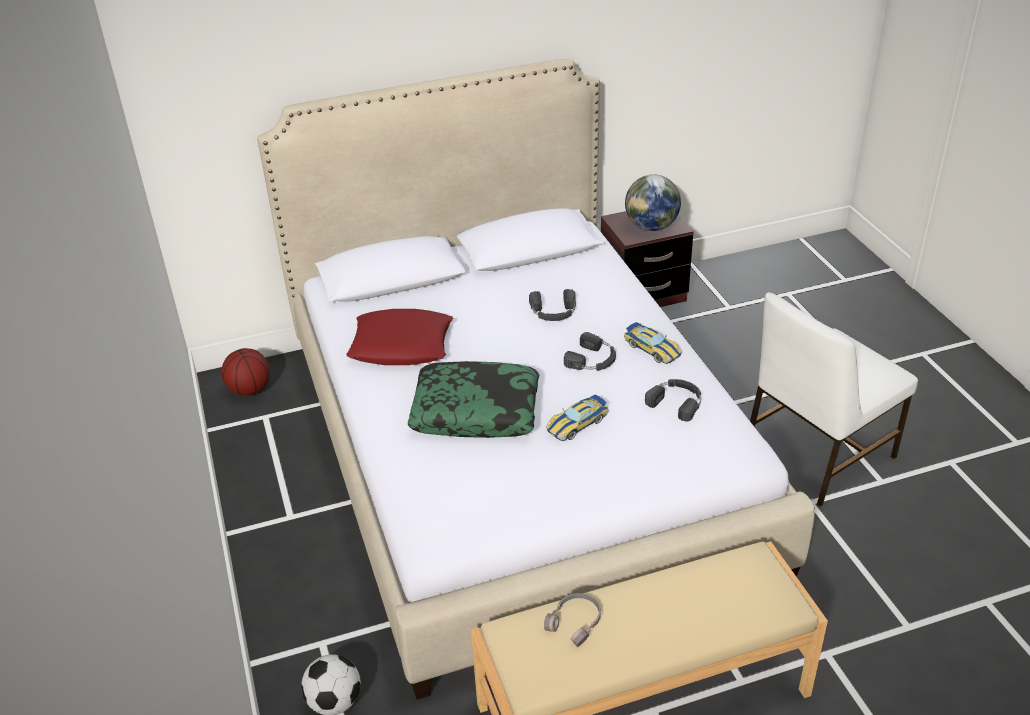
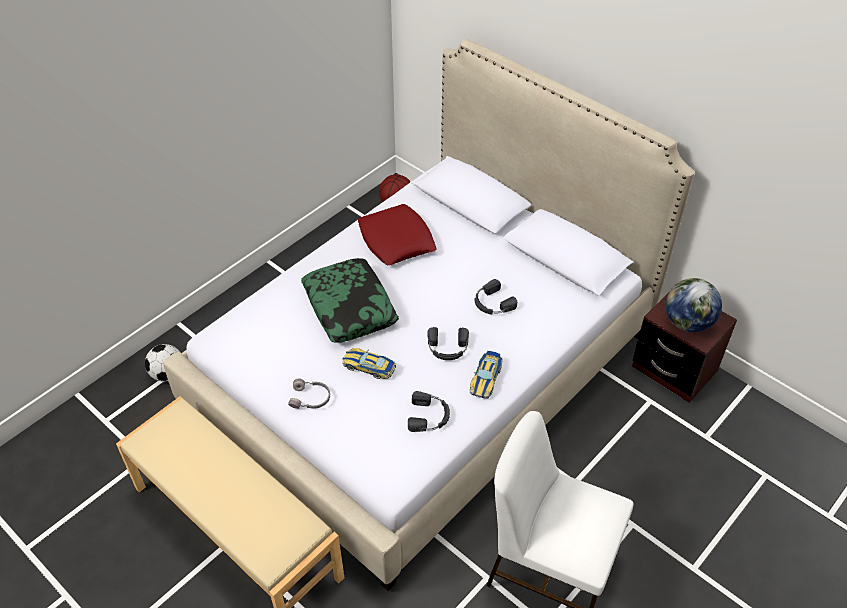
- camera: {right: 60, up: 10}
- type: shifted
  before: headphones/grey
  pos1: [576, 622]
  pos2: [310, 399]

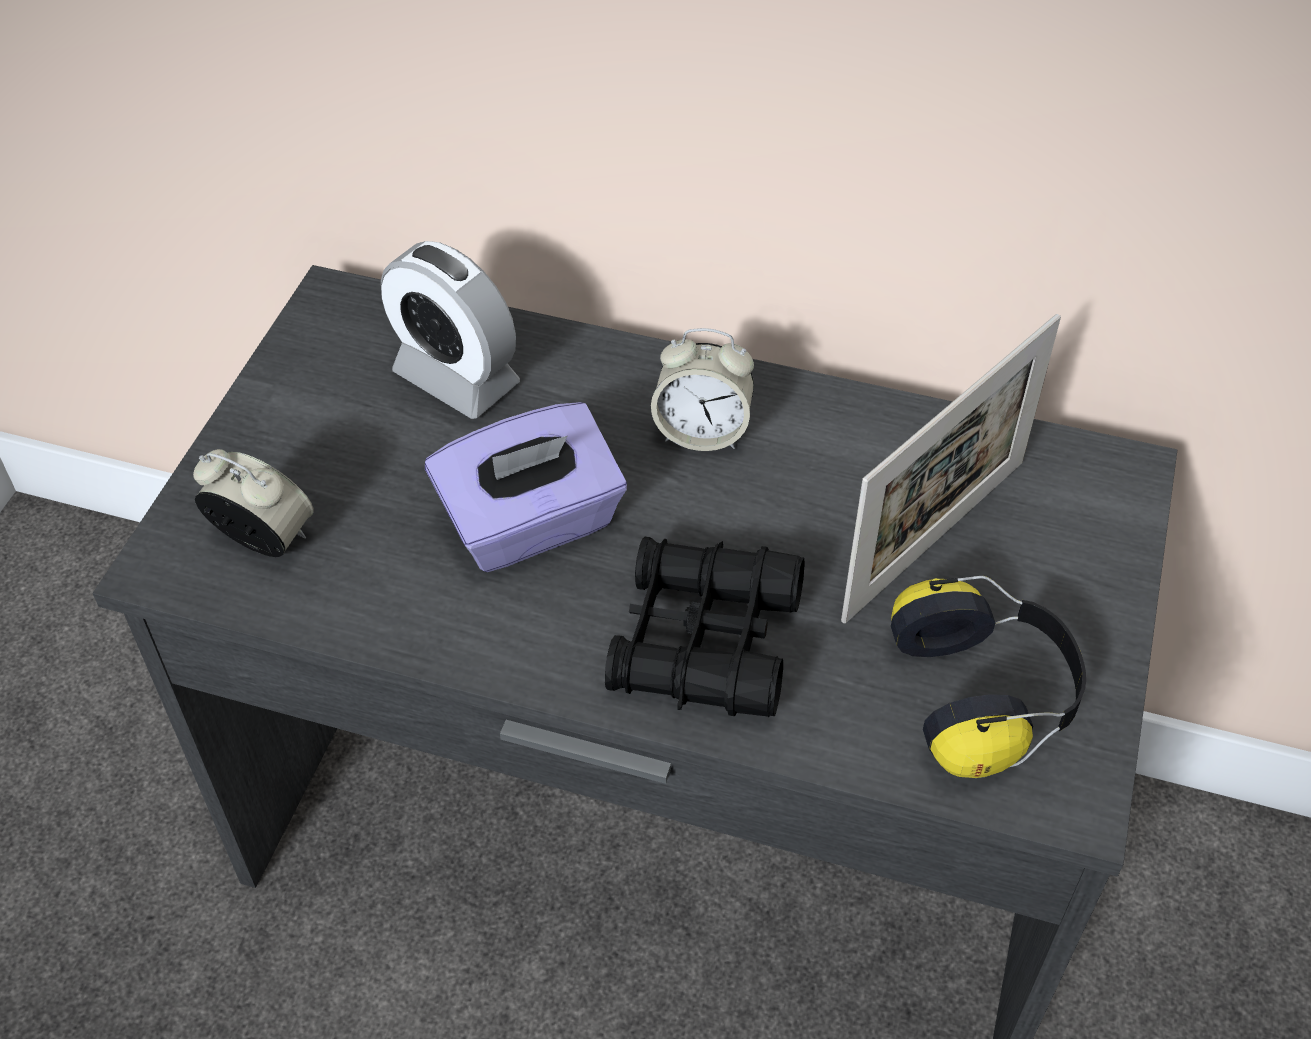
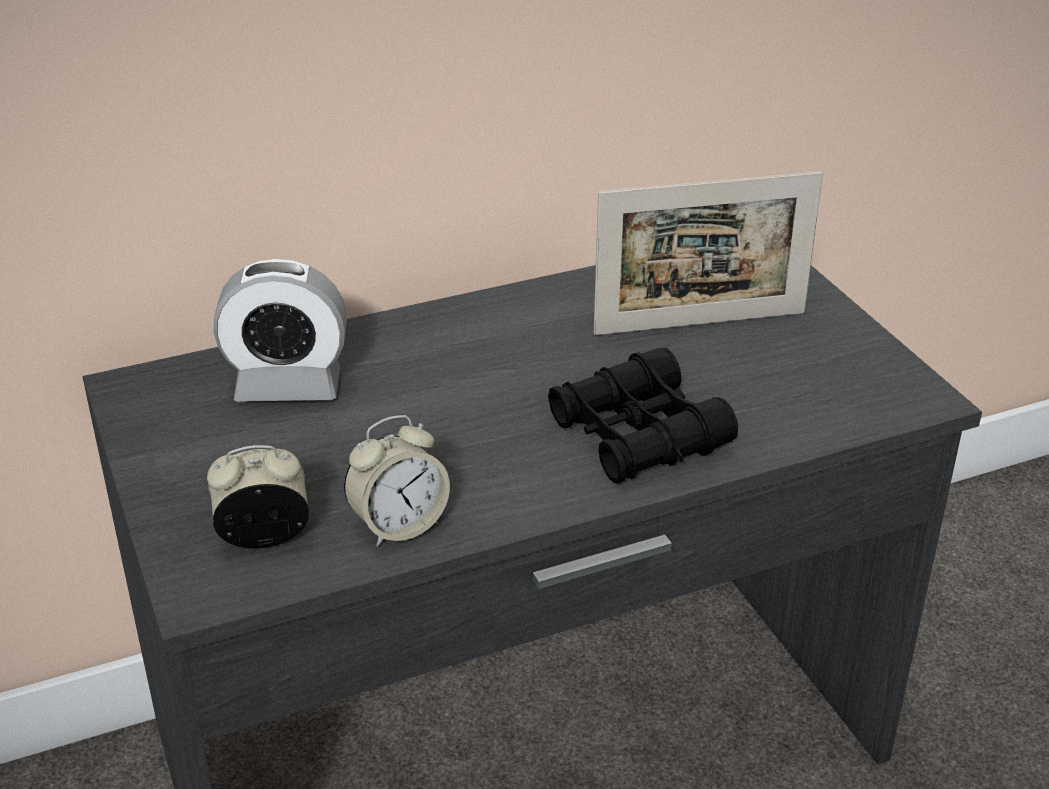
- camera: {right: -40, up: -15}
- type: gone
  before: tissue box/purple
  pos1: [531, 525]
- type: shifted
  before: alarm clock
  pos1: [702, 432]
  pos2: [399, 525]
- type: rotated
  before: picture frame
  pos1: [935, 539]
  pos2: [700, 323]
  turn: 75
- type: gone
  before: headphones
  pos1: [986, 696]

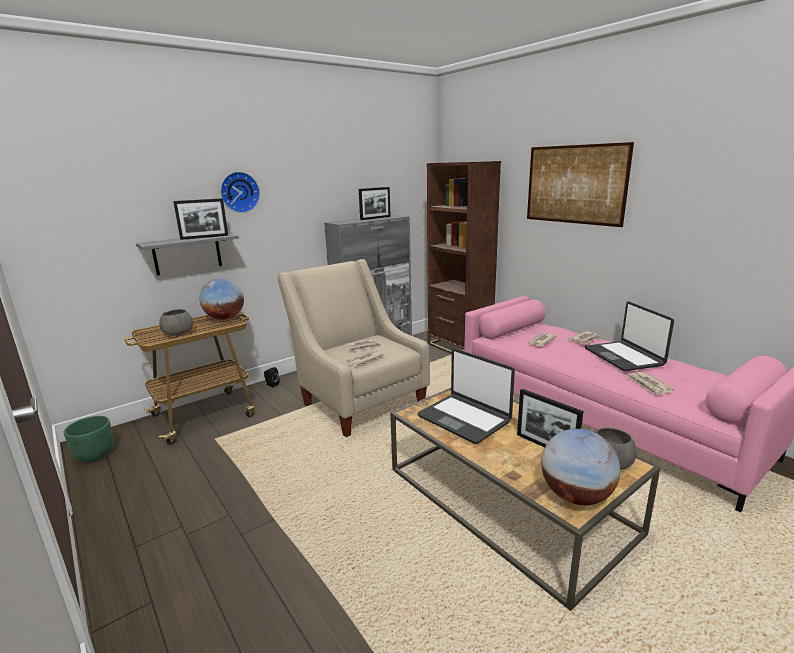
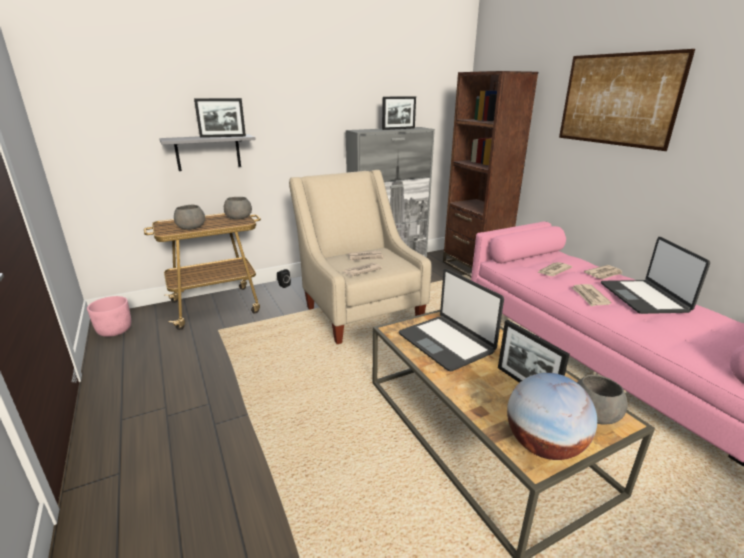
- camera: {right: 10, up: 5}
- type: repainted
  before: planter/green
  after: planter/pink
  pos1: [95, 455]
  pos2: [114, 330]
- type: swapped
  before: globe
  after: bowl/grey
  pos1: [225, 318]
  pos2: [238, 217]
- type: gone
  before: wall clock
  pos1: [239, 192]
- type: shifted
  before: newspaper
  pos1: [648, 385]
  pos2: [589, 297]

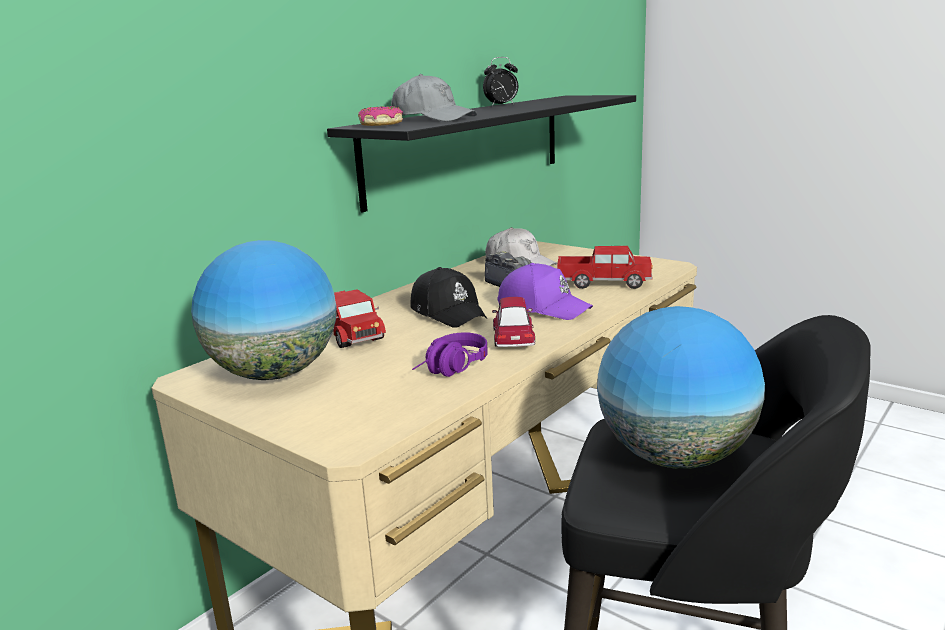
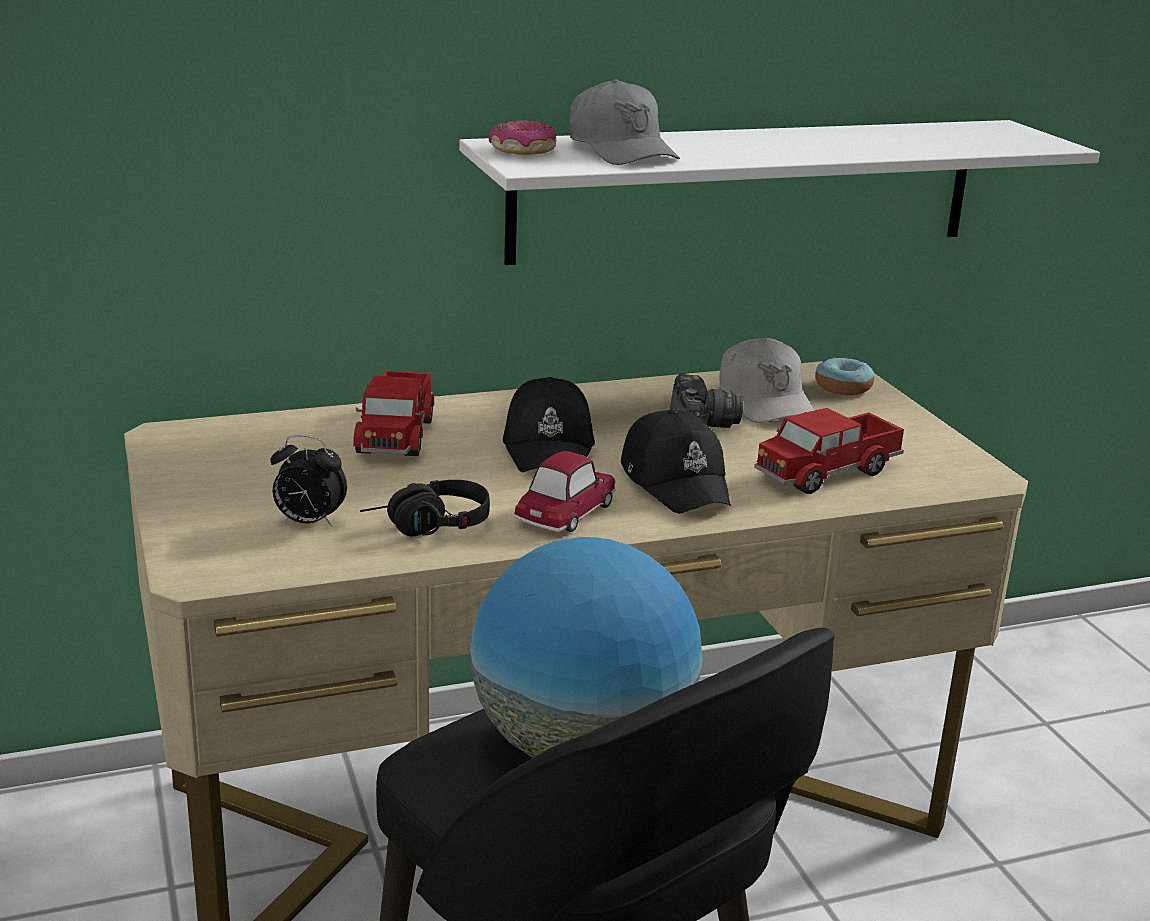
- camera: {right: 30, up: 5}
- type: gone
  before: globe
  pos1: [274, 374]
- type: repainted
  before: shelf/black
  after: shelf/white
  pos1: [468, 147]
  pos2: [746, 189]
- type: repainted
  before: headphones/purple
  after: headphones/black
  pos1: [451, 369]
  pos2: [427, 527]
- type: shifted
  before: alarm clock
  pos1: [501, 105]
  pos2: [308, 522]
- type: repainted
  before: cap/purple
  after: cap/black
  pos1: [543, 307]
  pos2: [676, 481]
- type: rotated
  before: toy truck
  pos1: [603, 283]
  pos2: [827, 472]
  turn: 105
- type: new
  after: donut
  pos2: [843, 387]

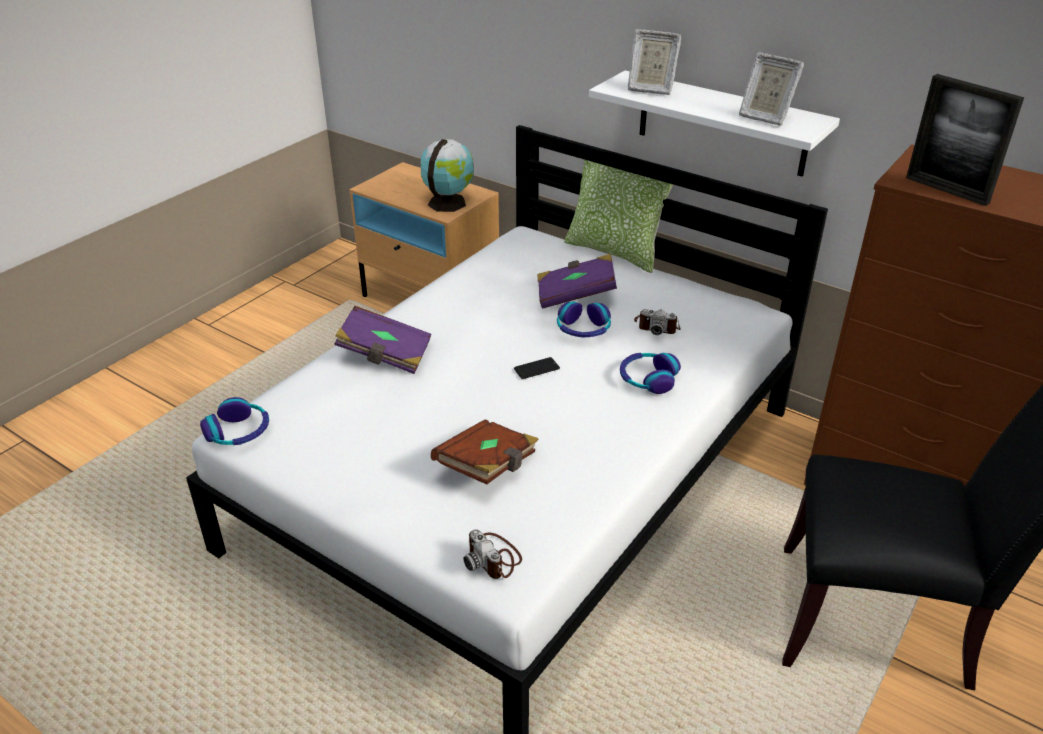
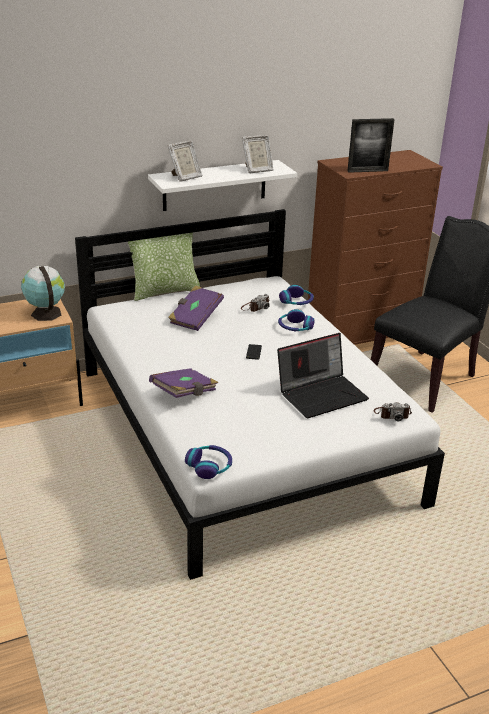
- camera: {right: -60, up: -5}
- type: swapped
  before: book/brown
  after: laptop
  pos1: [488, 466]
  pos2: [322, 394]
- type: shifted
  before: headphones
  pos1: [583, 329]
  pos2: [296, 302]

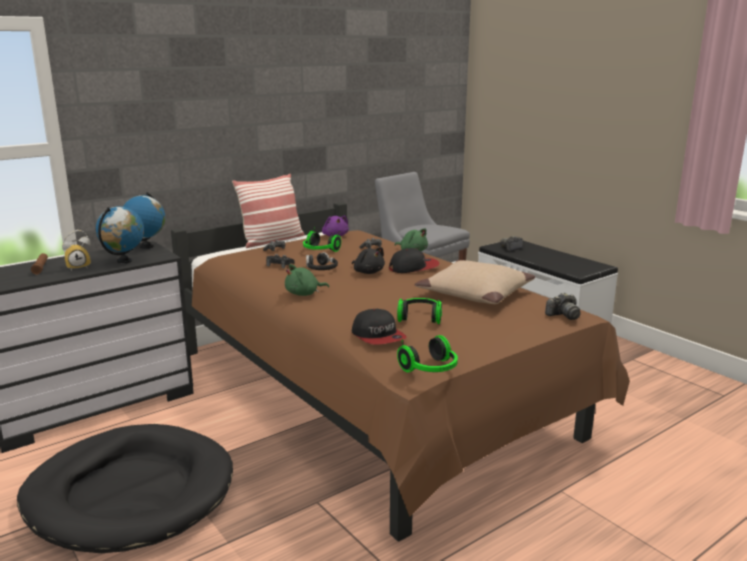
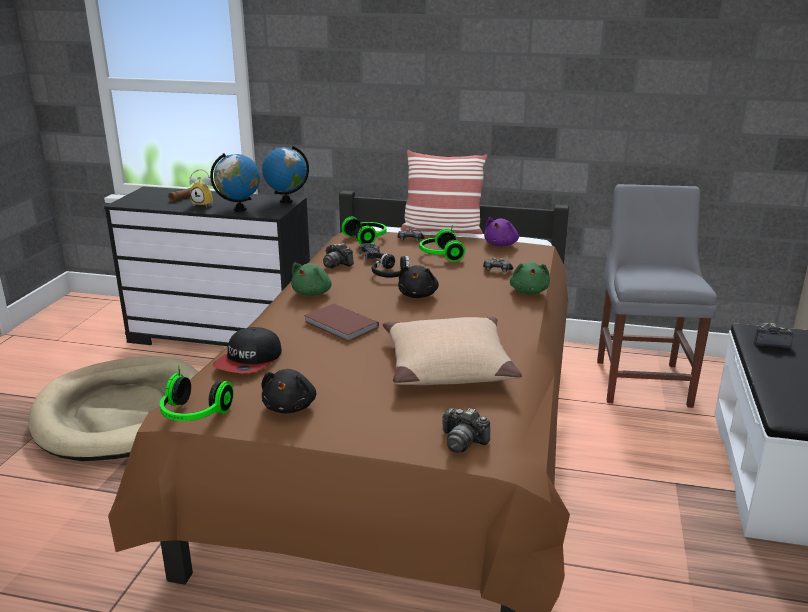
- camera: {right: 50, up: 5}
- type: repainted
  before: dog bed/black
  after: dog bed/beige
  pos1: [130, 493]
  pos2: [123, 414]
- type: rotated
  before: plush toy/green
  pos1: [304, 294]
  pos2: [313, 293]
  turn: -90
- type: gone
  before: cap
  pos1: [414, 267]
- type: shifted
  before: headphones
  pos1: [420, 318]
  pos2: [367, 239]
- type: new
  after: plush toy/black
  pos2: [290, 406]
- type: new
  after: book/brown
  pos2: [340, 325]
- type: new
  after: photo camera
  pos2: [336, 264]

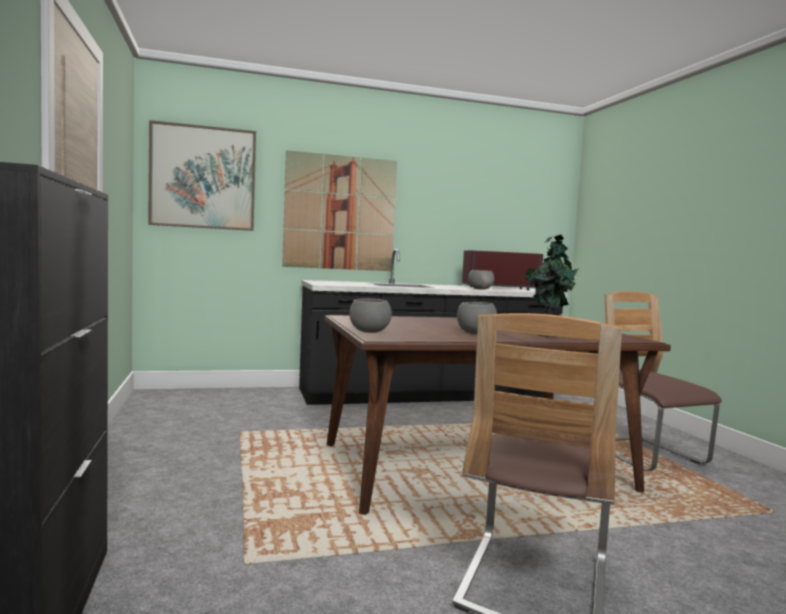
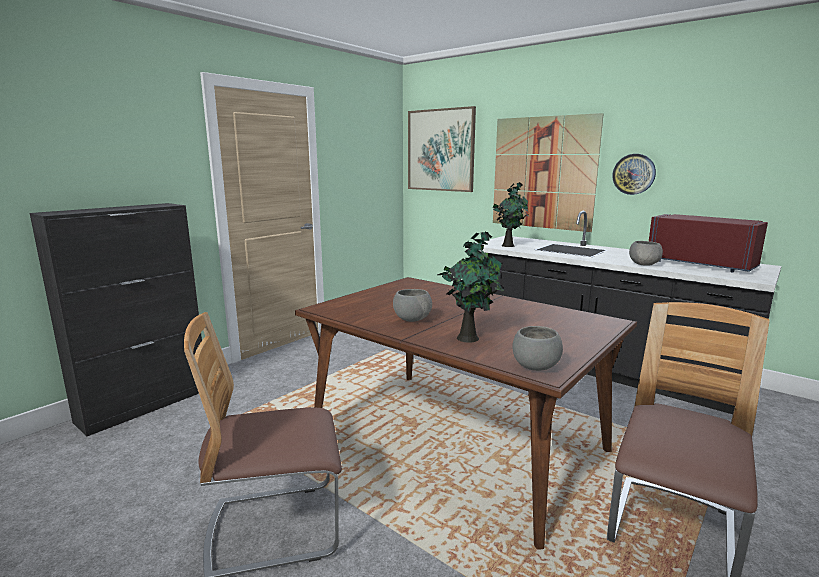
- camera: {right: 55, up: 10}
- type: shifted
  before: bowl/grey
  pos1: [369, 332]
  pos2: [534, 367]
- type: new
  after: potted plant
  pos2: [509, 245]
- type: new
  after: wall clock
  pos2: [634, 174]

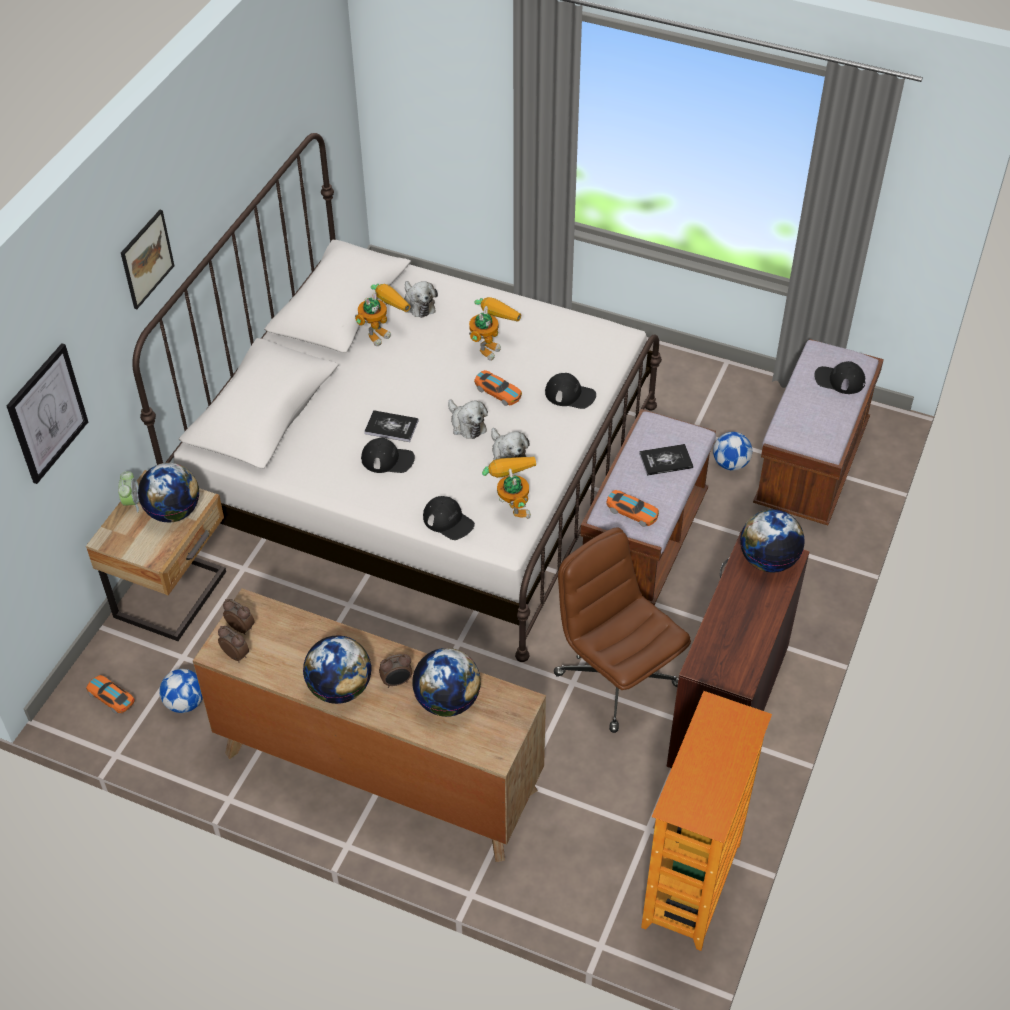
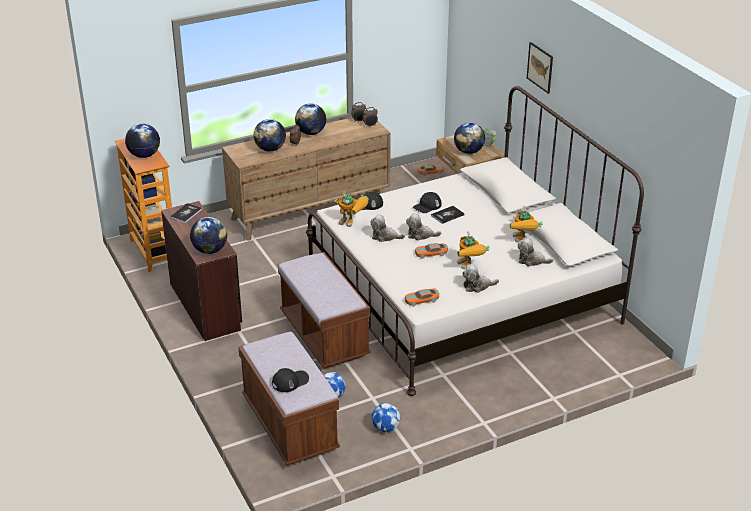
- camera: {right: 130, up: -15}
- type: gone
  before: picture
  pos1: [47, 413]
- type: shifted
  before: football
  pos1: [185, 703]
  pos2: [385, 428]
- type: gone
  before: cap/black
  pos1: [570, 395]
- type: gone
  before: office chair/brown
  pos1: [616, 678]
- type: shifted
  before: toy car
  pos1: [632, 512]
  pos2: [421, 300]
- type: shifted
  before: book
  pos1: [666, 461]
  pos2: [186, 214]
- type: new
  after: globe
  pos2: [144, 155]
- type: new
  after: plush toy
  pos2: [477, 286]

